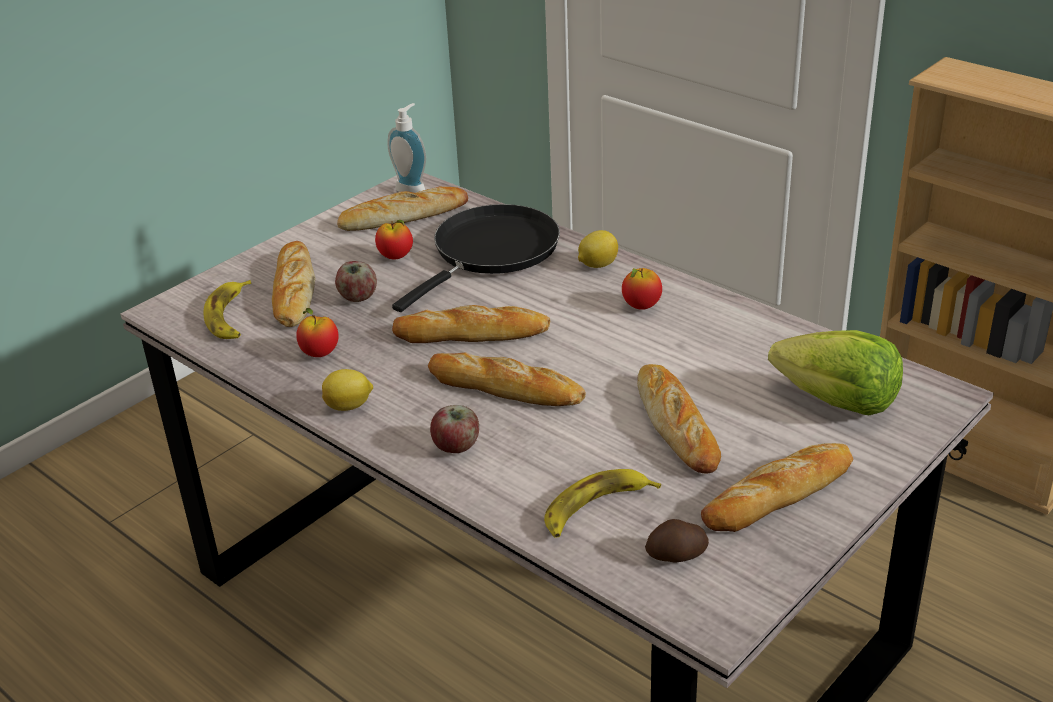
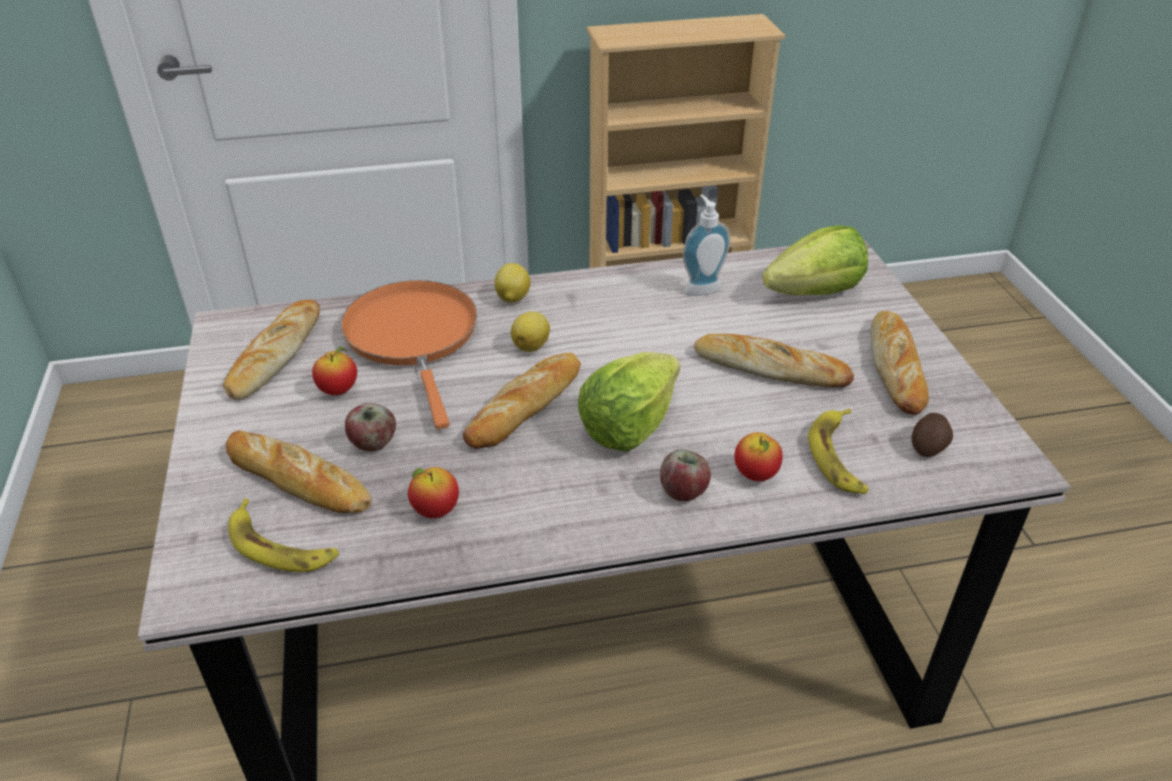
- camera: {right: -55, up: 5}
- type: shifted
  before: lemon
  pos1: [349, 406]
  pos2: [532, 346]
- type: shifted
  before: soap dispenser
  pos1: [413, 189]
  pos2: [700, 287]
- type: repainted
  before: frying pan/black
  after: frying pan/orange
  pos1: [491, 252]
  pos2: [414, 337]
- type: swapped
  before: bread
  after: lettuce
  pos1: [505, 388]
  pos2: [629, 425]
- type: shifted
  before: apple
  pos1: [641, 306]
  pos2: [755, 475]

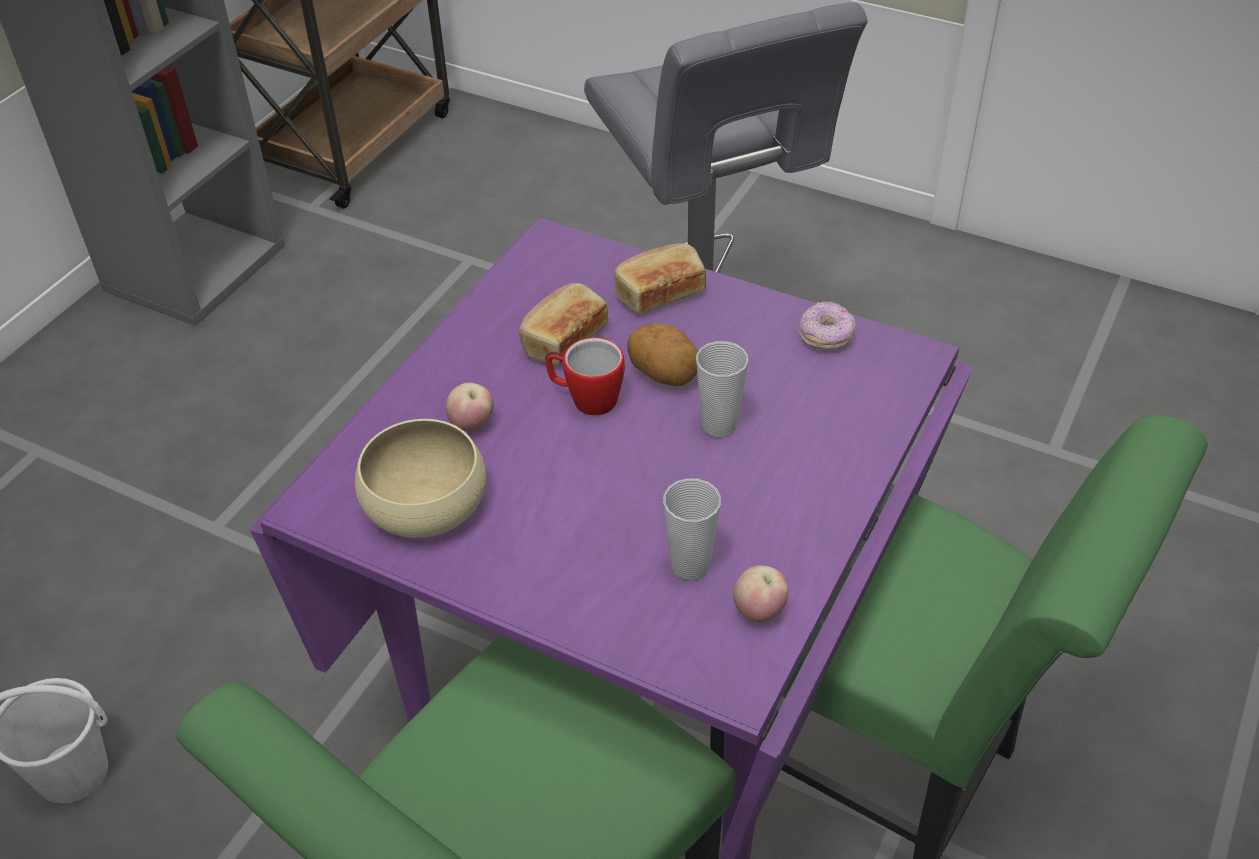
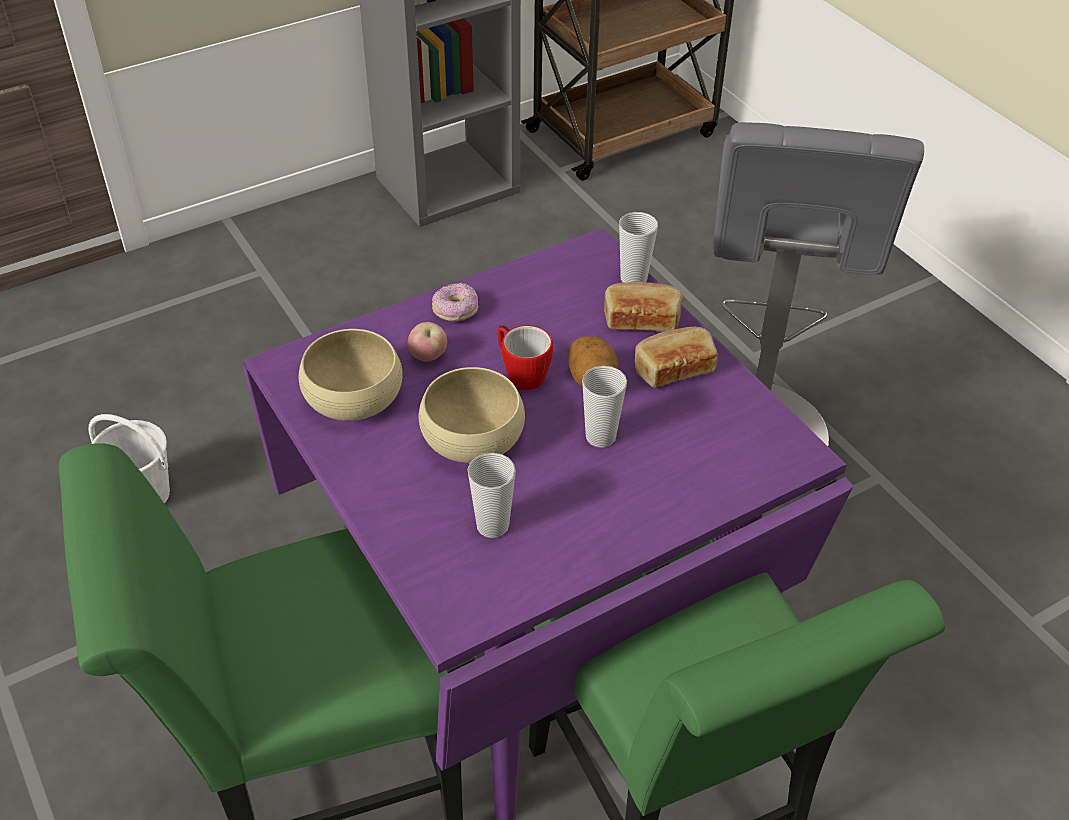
- camera: {right: 30, up: 0}
- type: shifted
  before: bread
  pos1: [562, 339]
  pos2: [673, 368]
- type: gone
  before: apple
  pos1: [759, 611]
- type: shifted
  before: donut
  pos1: [826, 337]
  pos2: [455, 311]
- type: new
  after: bowl/beige
  pos2: [472, 437]
- type: new
  after: cup
  pos2: [633, 279]

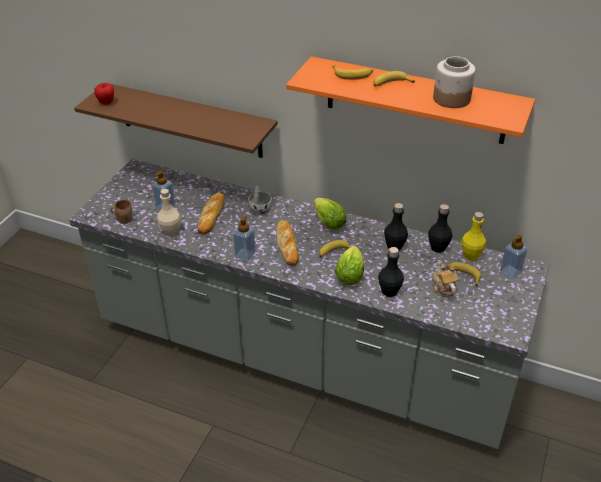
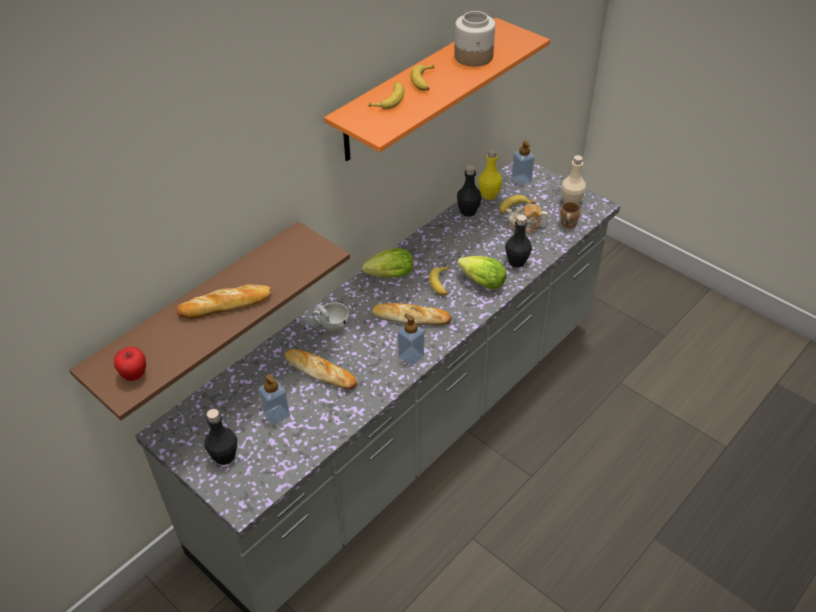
- camera: {right: -70, up: 5}
- type: shifted
  before: mug/brown
  pos1: [124, 219]
  pos2: [567, 224]
- type: shifted
  before: bottle/beige
  pos1: [170, 231]
  pos2: [571, 201]
- type: shifted
  before: bottle/black
  pos1: [394, 246]
  pos2: [224, 456]
- type: new
  after: bread
  pos2: [226, 305]

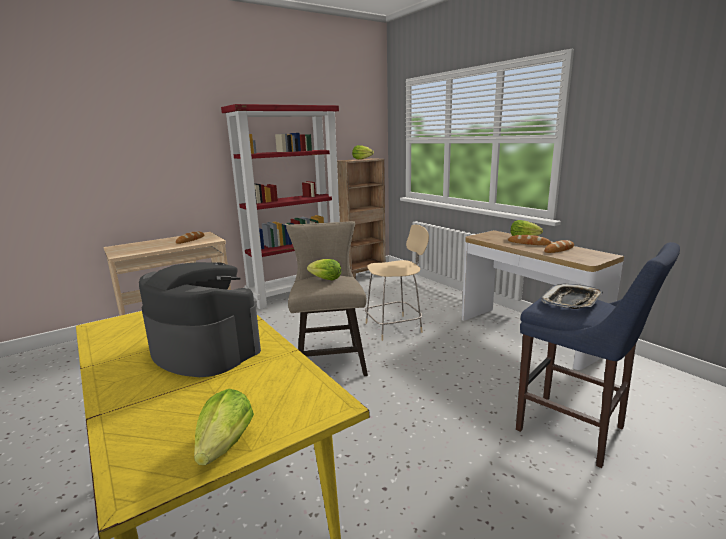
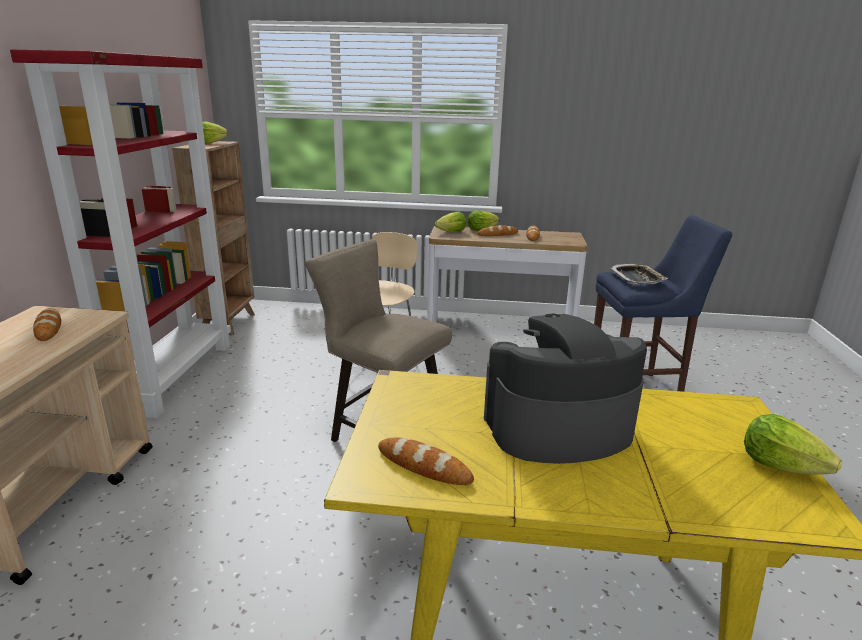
- camera: {right: -50, up: 5}
- type: shifted
  before: lettuce
  pos1: [326, 279]
  pos2: [452, 232]
- type: new
  after: bread
  pos2: [424, 466]

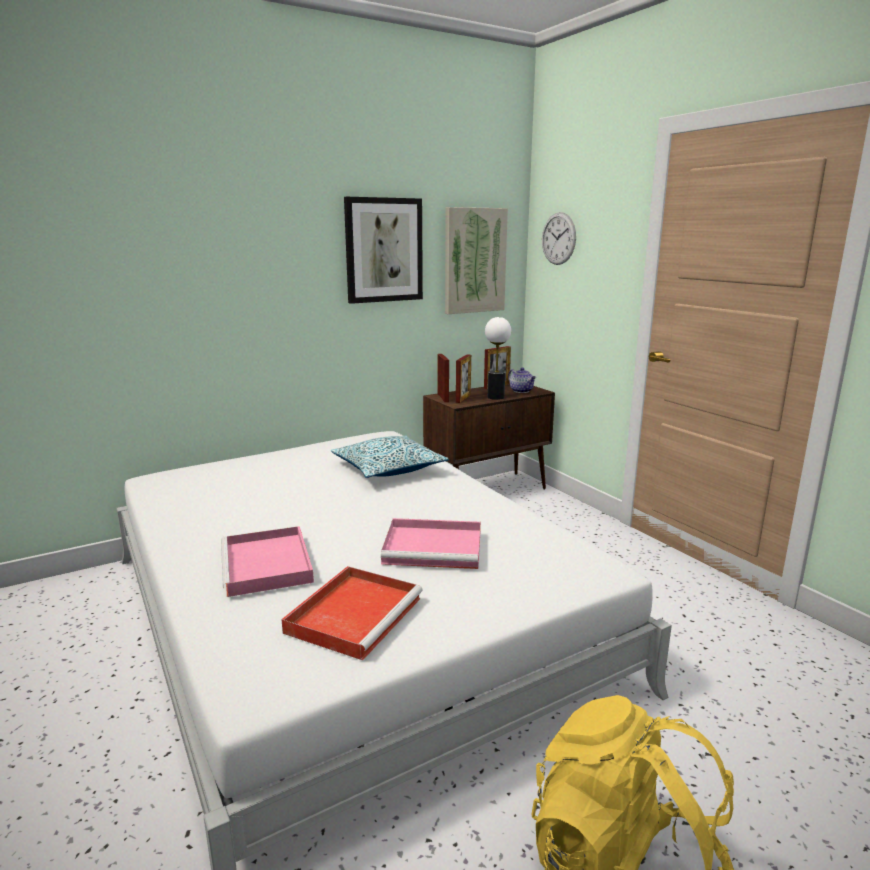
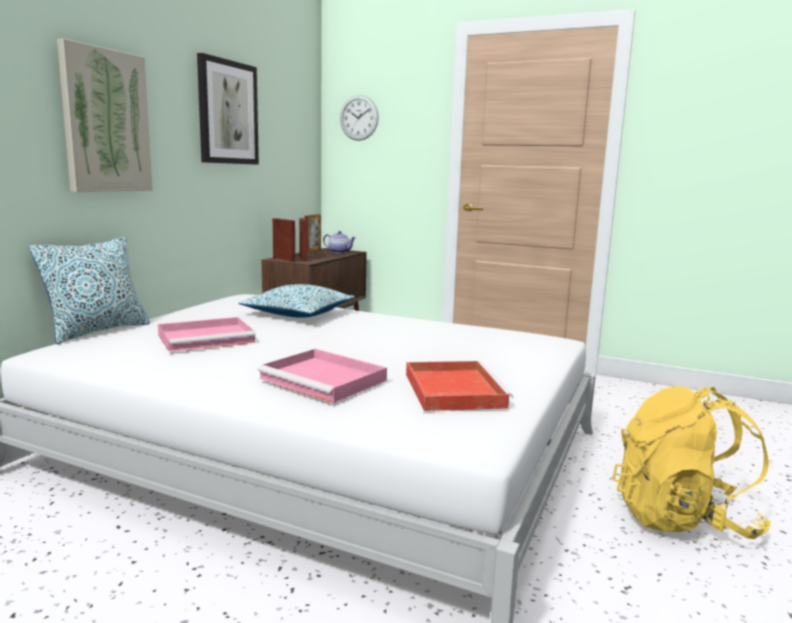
- camera: {right: -35, up: -5}
- type: shifted
  before: tray/pink
  pos1: [435, 547]
  pos2: [208, 338]
- type: shifted
  before: picture
  pos1: [474, 260]
  pos2: [106, 121]
- type: gone
  before: table lamp
  pos1: [496, 397]
- type: new
  after: pillow
  pos2: [98, 331]

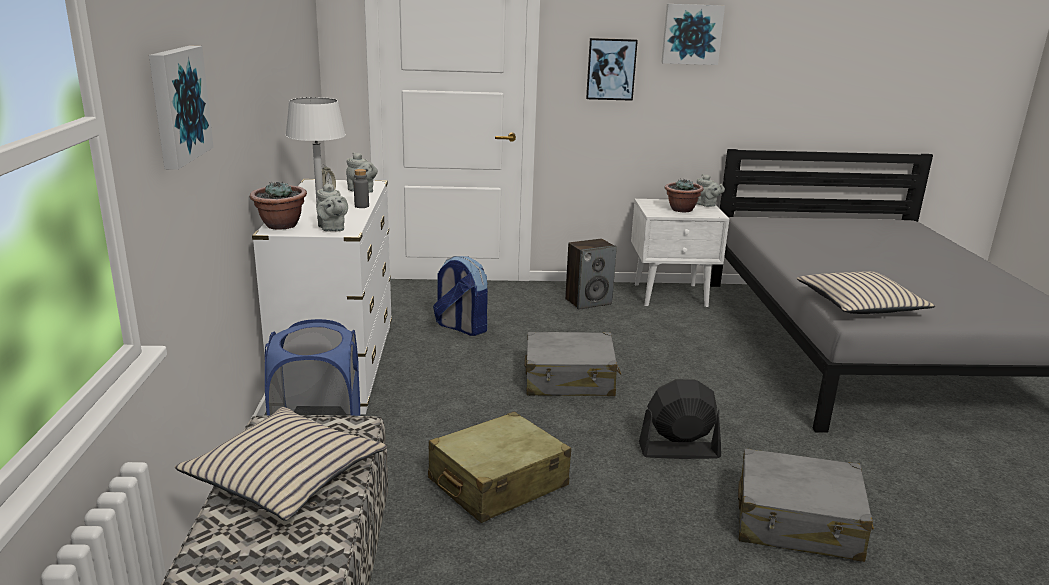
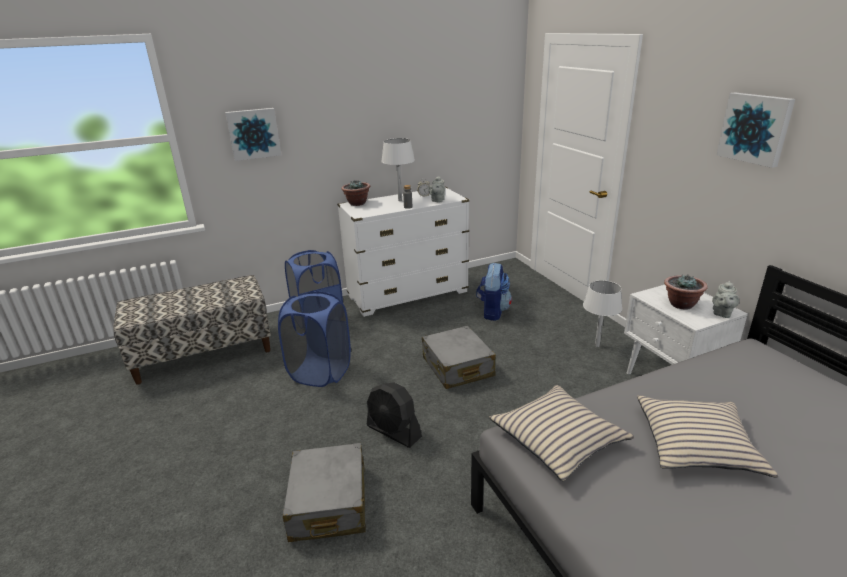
- camera: {right: 70, up: 5}
- type: shifted
  before: pillow/beige
  pos1: [285, 475]
  pos2: [697, 444]
- type: gone
  before: teapot/grey
  pos1: [332, 229]
- type: swapped
  before: suitcase/beige
  after: laundry basket/blue
  pos1: [497, 483]
  pos2: [320, 372]
- type: swapped
  before: speaker
  after: table lamp/white
  pos1: [588, 302]
  pos2: [597, 345]
- type: gone
  before: picture
  pos1: [611, 69]
- type: rotated
  before: fan/black
  pos1: [678, 450]
  pos2: [393, 431]
  turn: 150

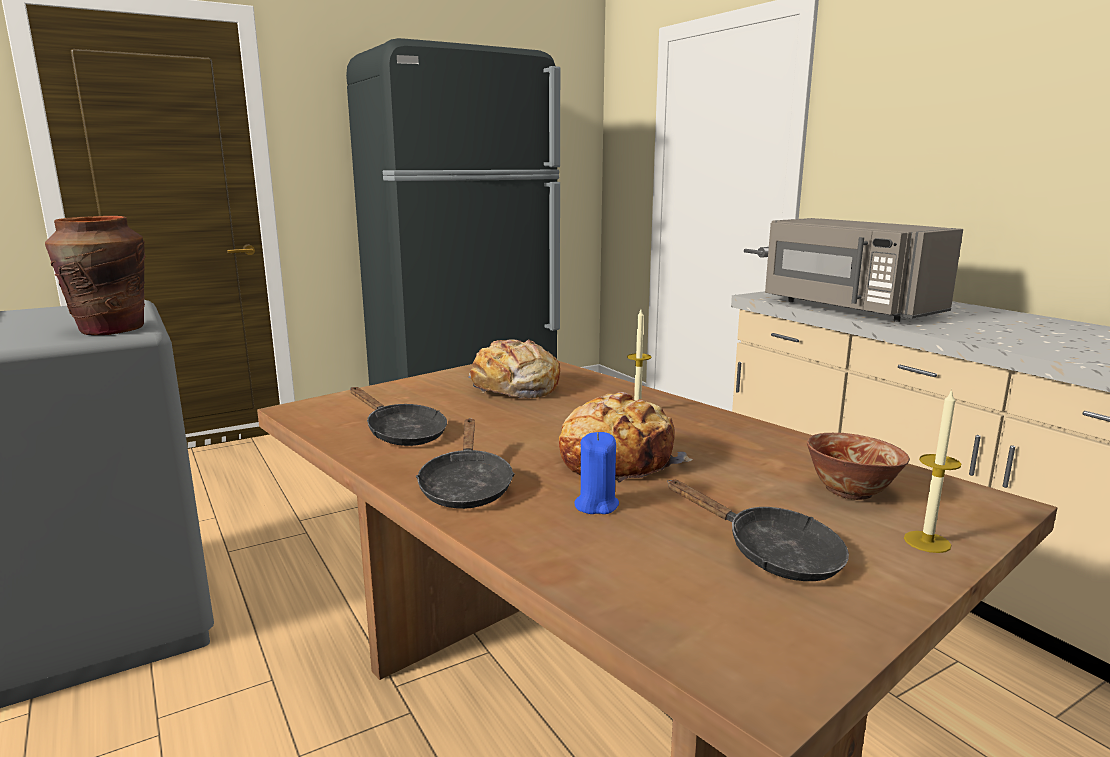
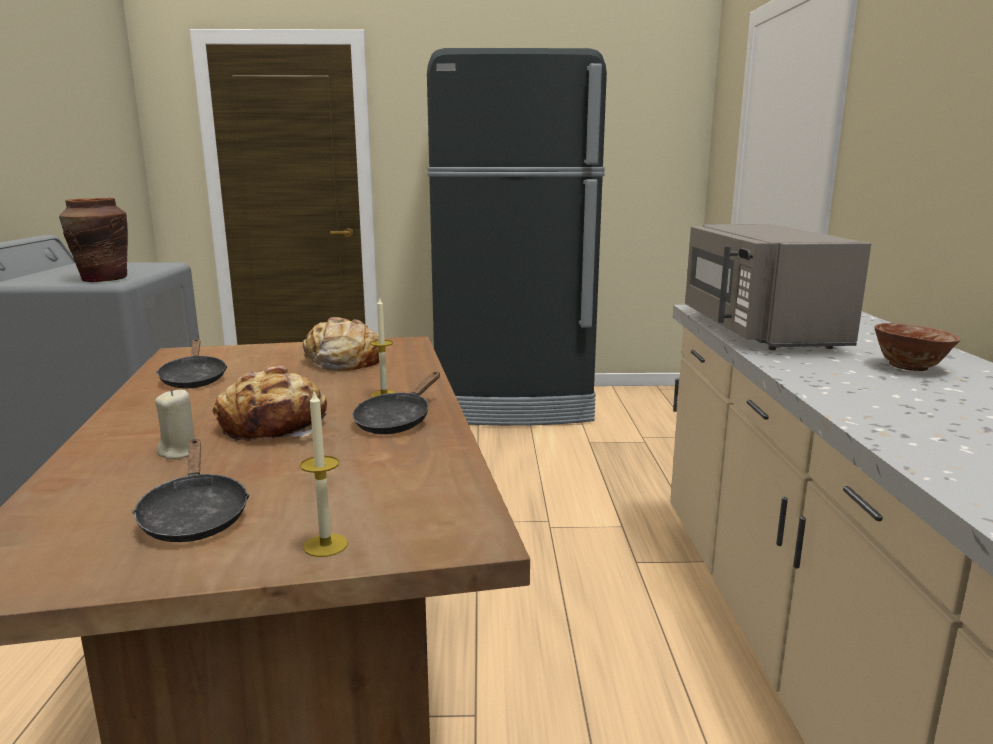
- camera: {right: 30, up: 0}
- type: shifted
  before: frying pan/black
  pos1: [466, 487]
  pos2: [396, 421]
- type: repainted
  before: candle/blue
  after: candle/beige
  pos1: [596, 505]
  pos2: [180, 452]
- type: shifted
  before: bowl
  pos1: [850, 492]
  pos2: [909, 367]

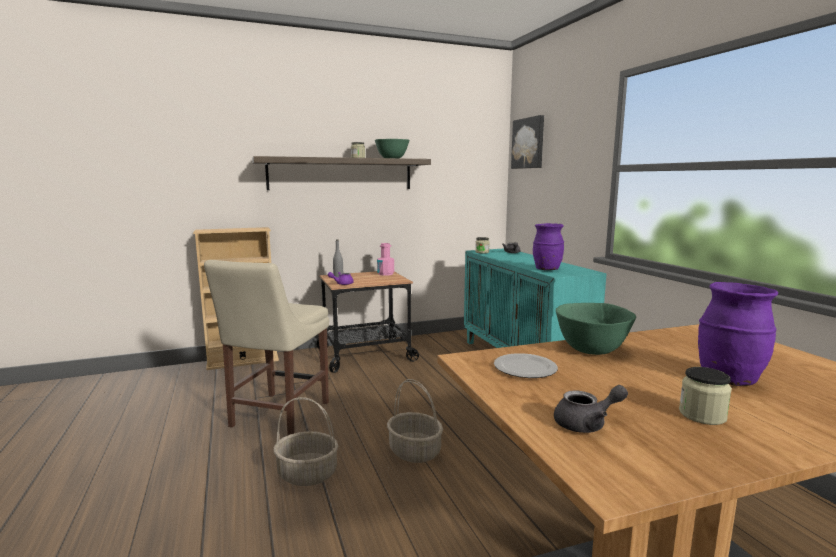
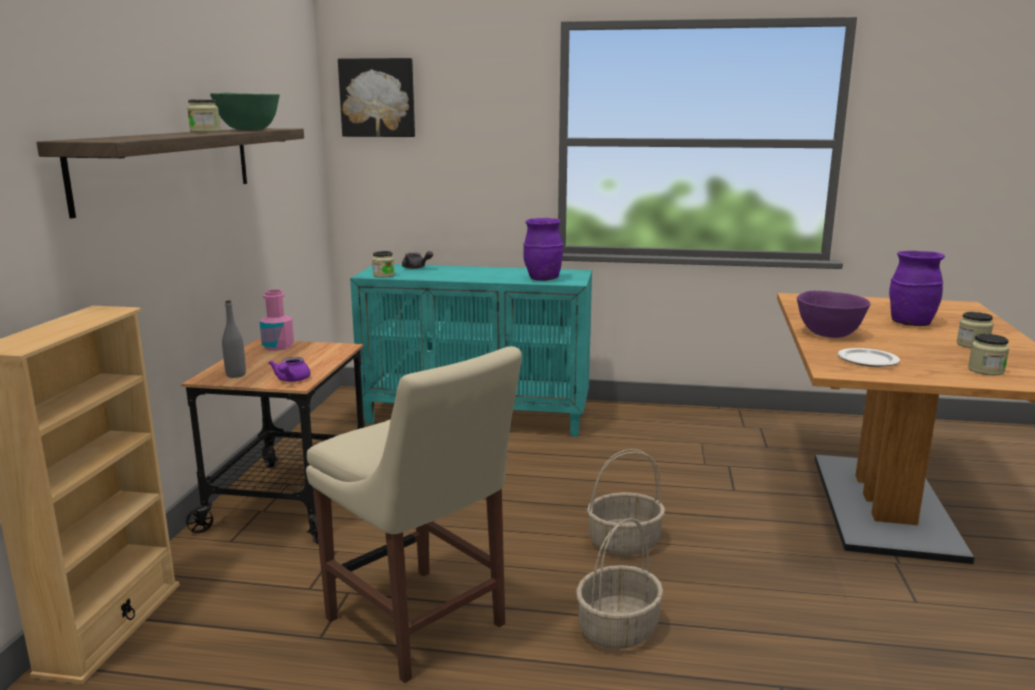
- camera: {right: -60, up: 5}
- type: swapped
  before: teapot/grey
  after: jar
  pos1: [587, 424]
  pos2: [986, 370]
- type: repainted
  before: bowl/green
  after: bowl/purple
  pos1: [592, 349]
  pos2: [828, 334]

